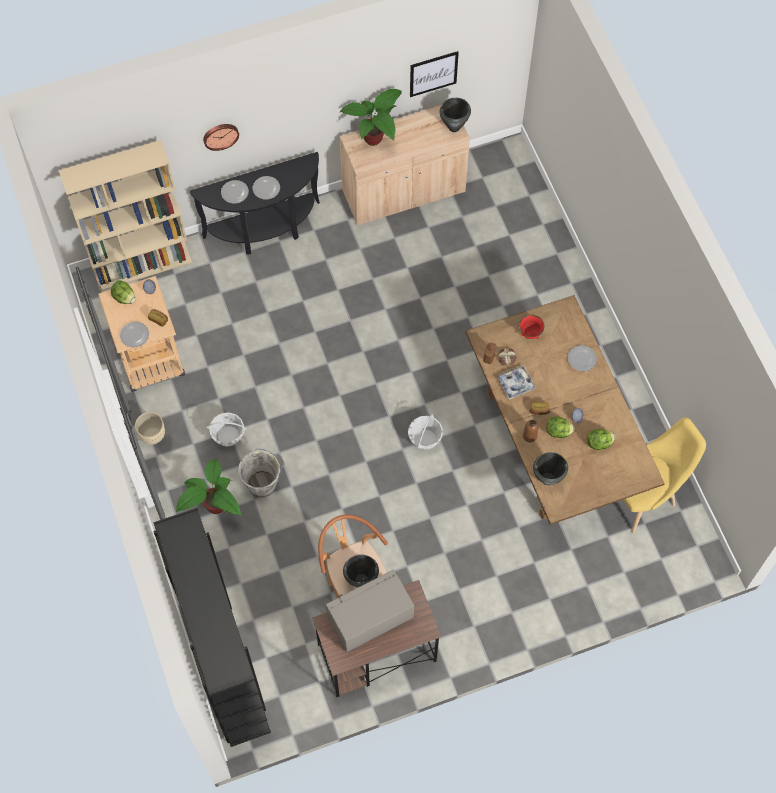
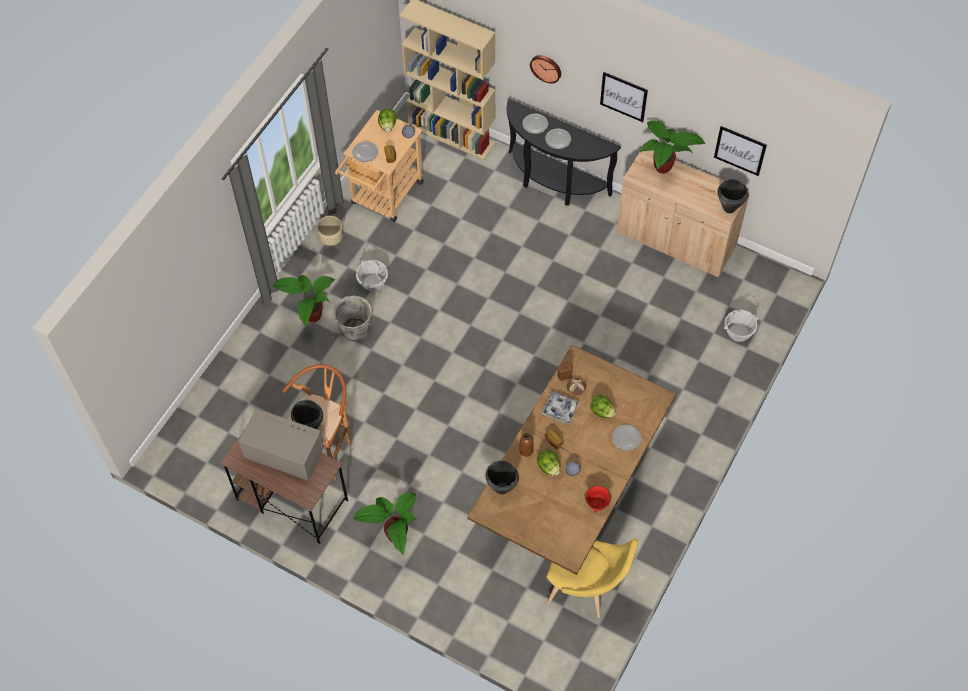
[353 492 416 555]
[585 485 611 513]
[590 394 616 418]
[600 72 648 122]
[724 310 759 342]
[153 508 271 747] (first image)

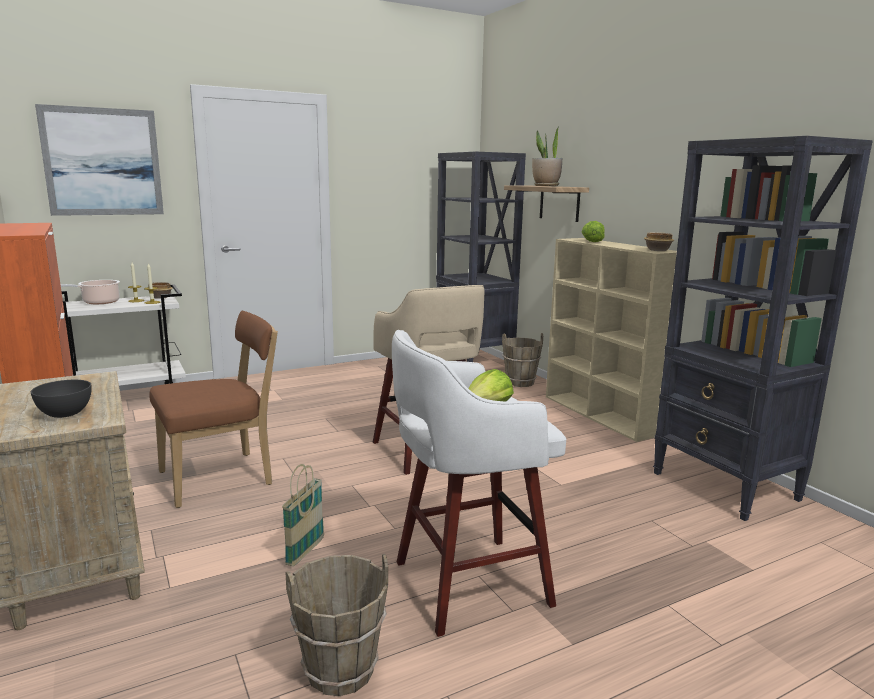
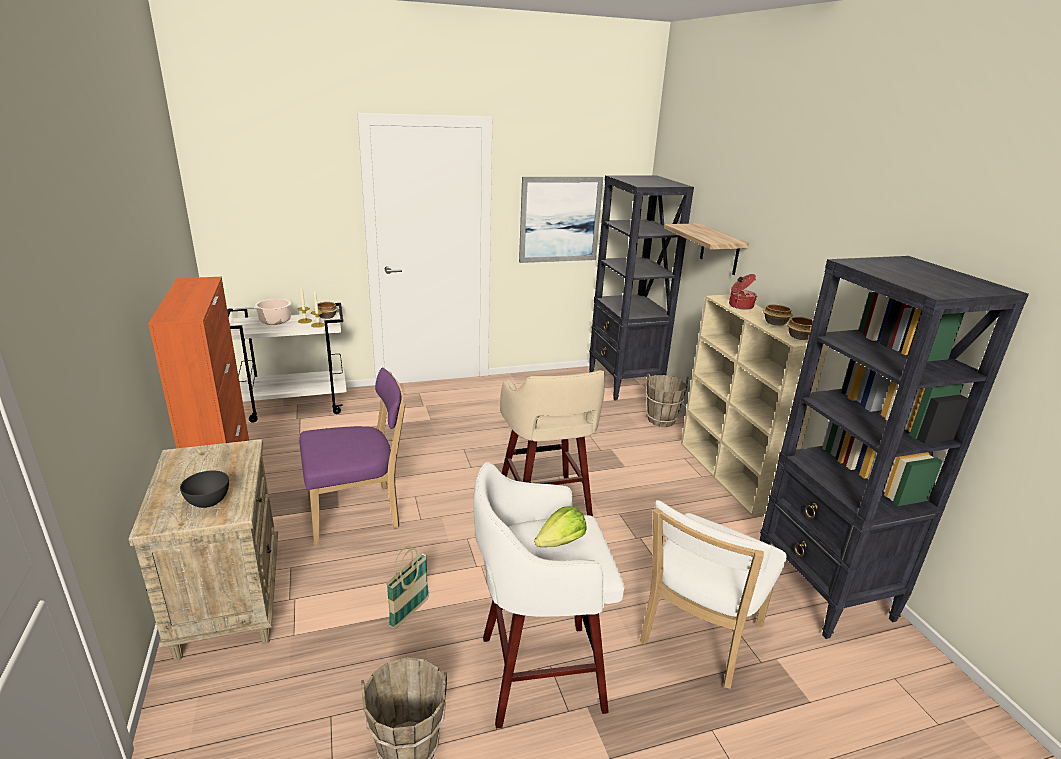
[299 368 406 546]
[519 177 603 263]
[640 500 787 689]
[729 274 757 310]
[763 304 793 326]
[532 128 562 186] (first image)

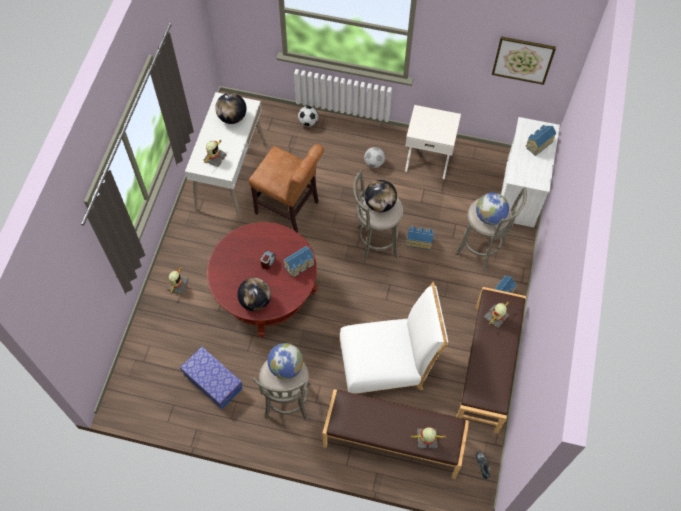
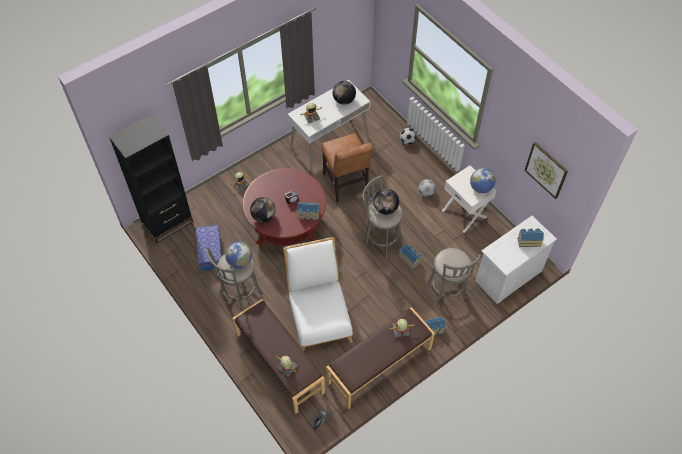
[109 115 193 243]
[283 237 353 351]
[470 168 496 193]

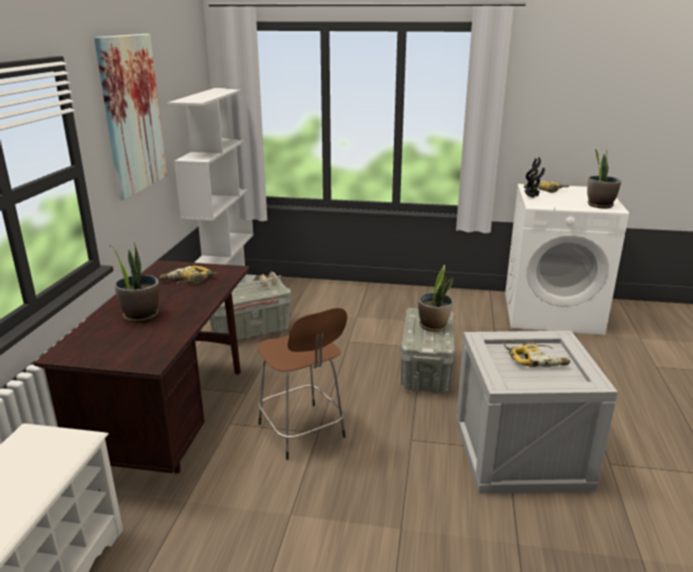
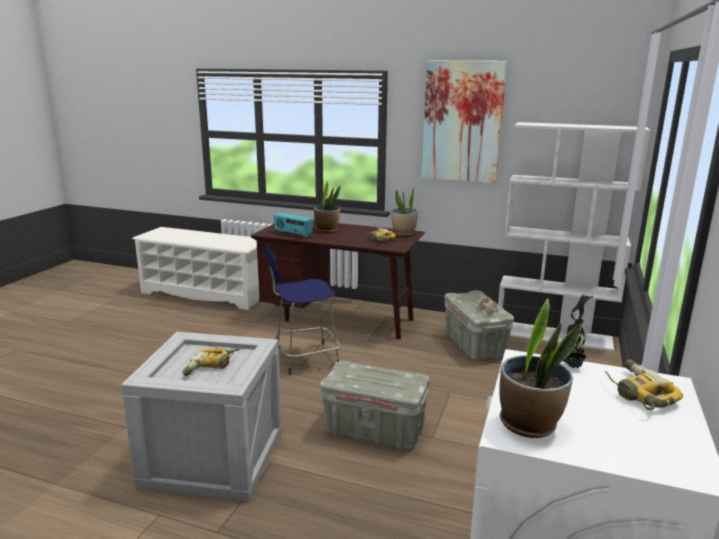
[265 245 340 375]
[273 212 313 238]
[391 188 418 236]

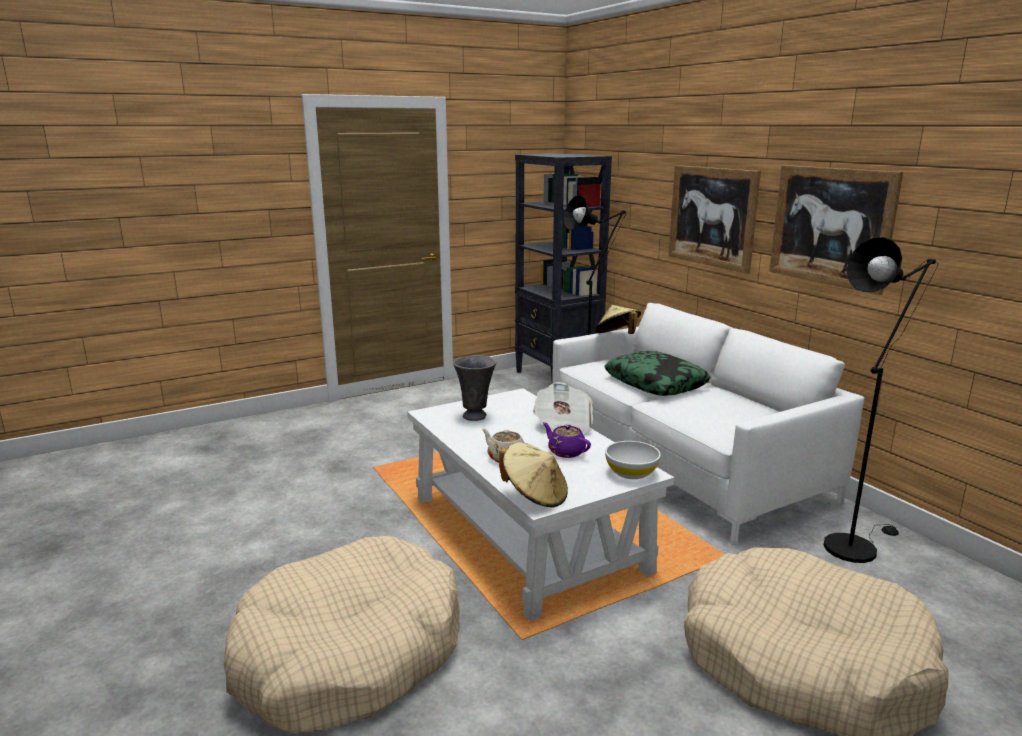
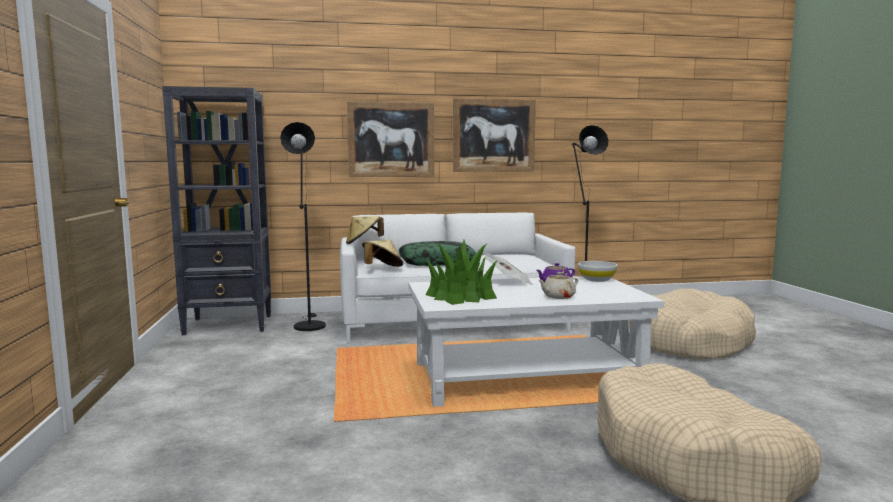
[362 239 403 267]
[425 240 498 305]

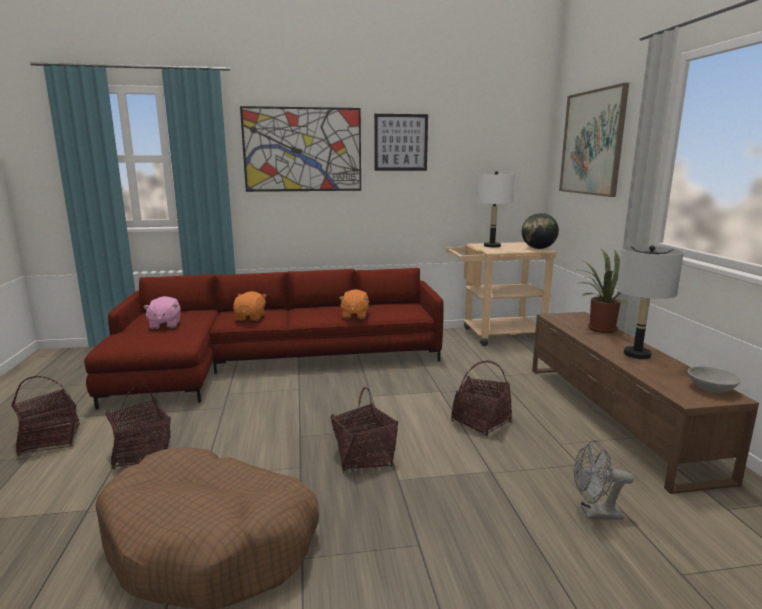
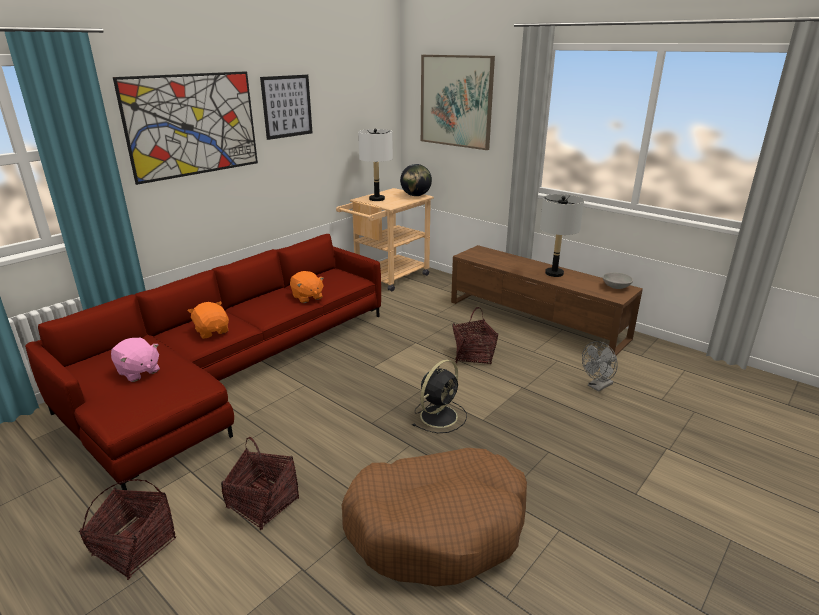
[412 360 467 433]
[577 249 629 333] (first image)

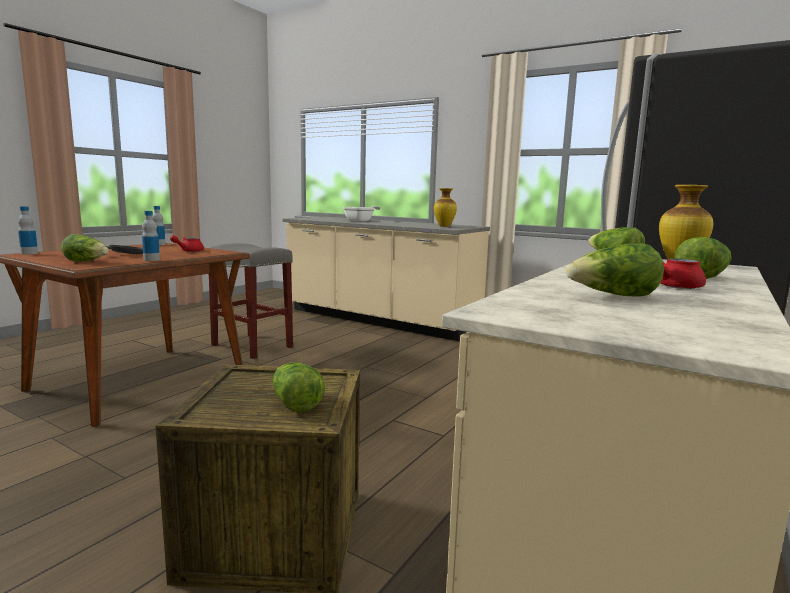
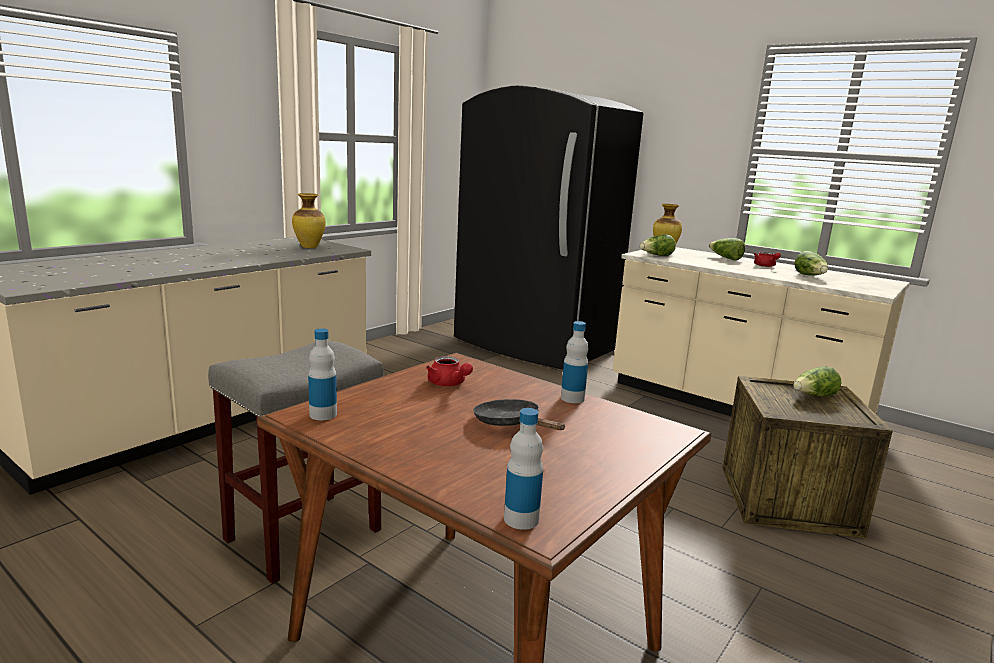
[61 234 109 261] (first image)
[343 206 380 222] (first image)

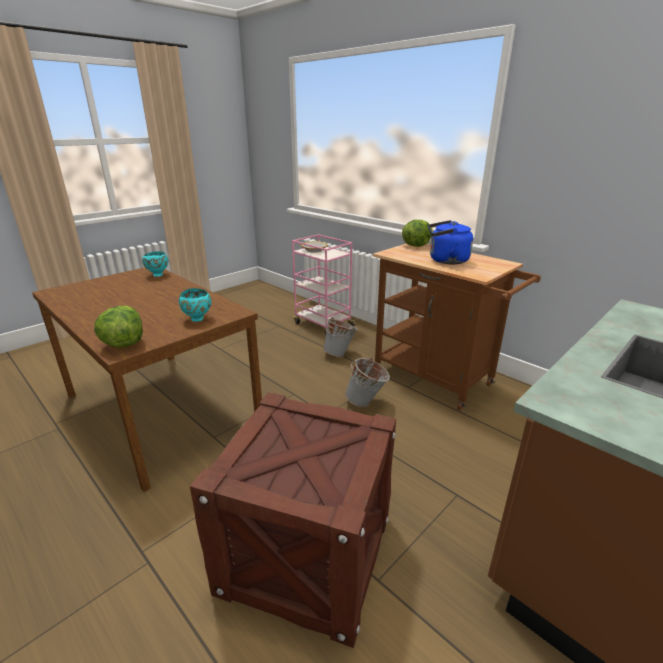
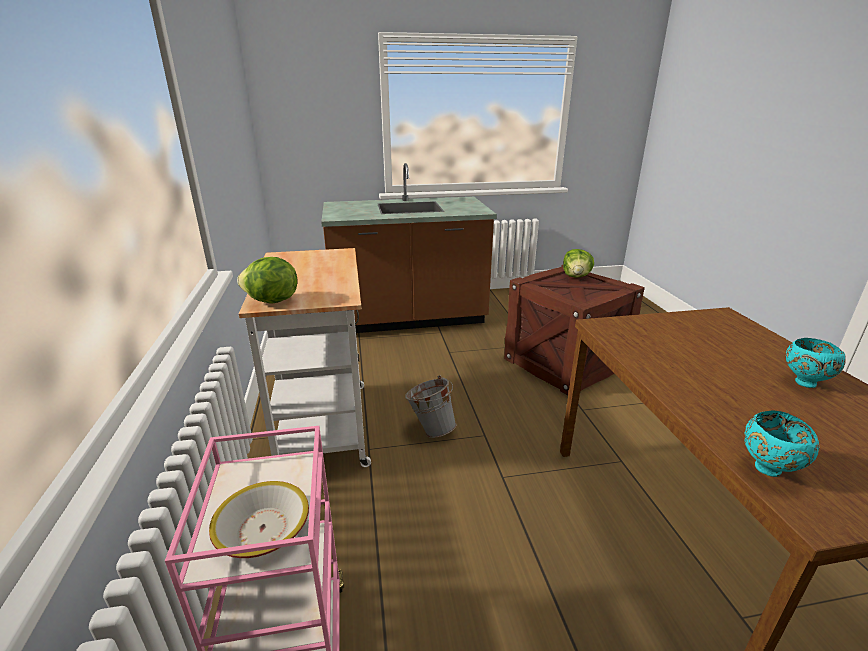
[239 248 371 467]
[563 249 594 278]
[786 338 846 388]
[323 317 357 357] (first image)
[428 220 473 264] (first image)

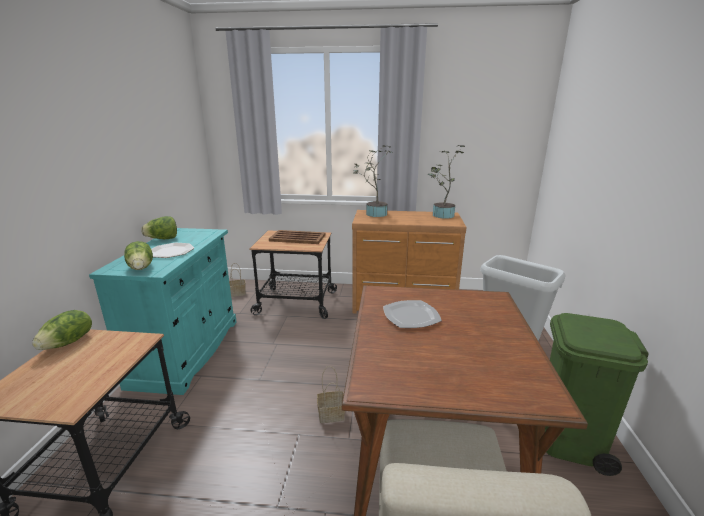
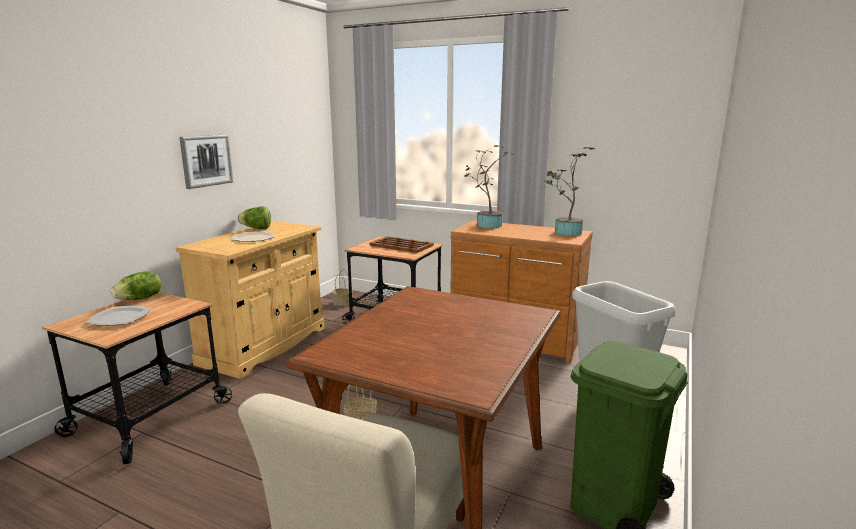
[85 306 151 326]
[176 221 325 379]
[179 135 233 189]
[124 241 153 270] (first image)

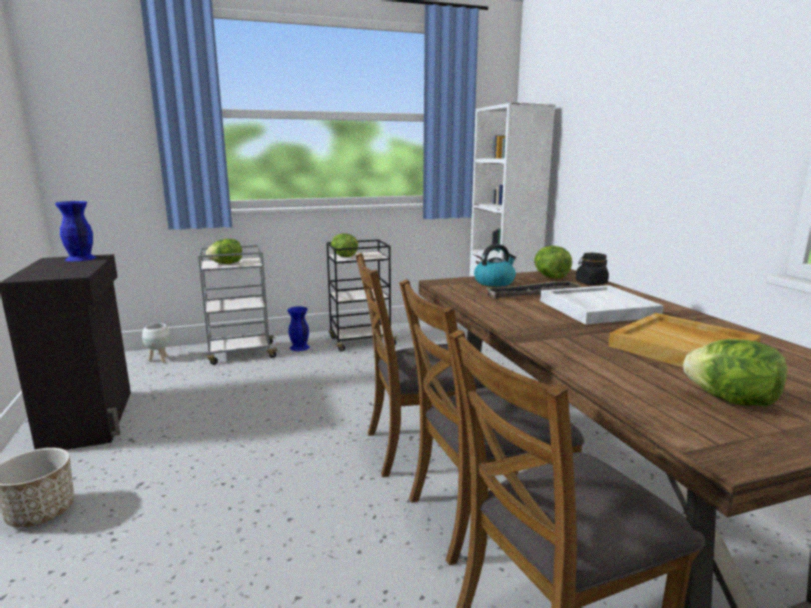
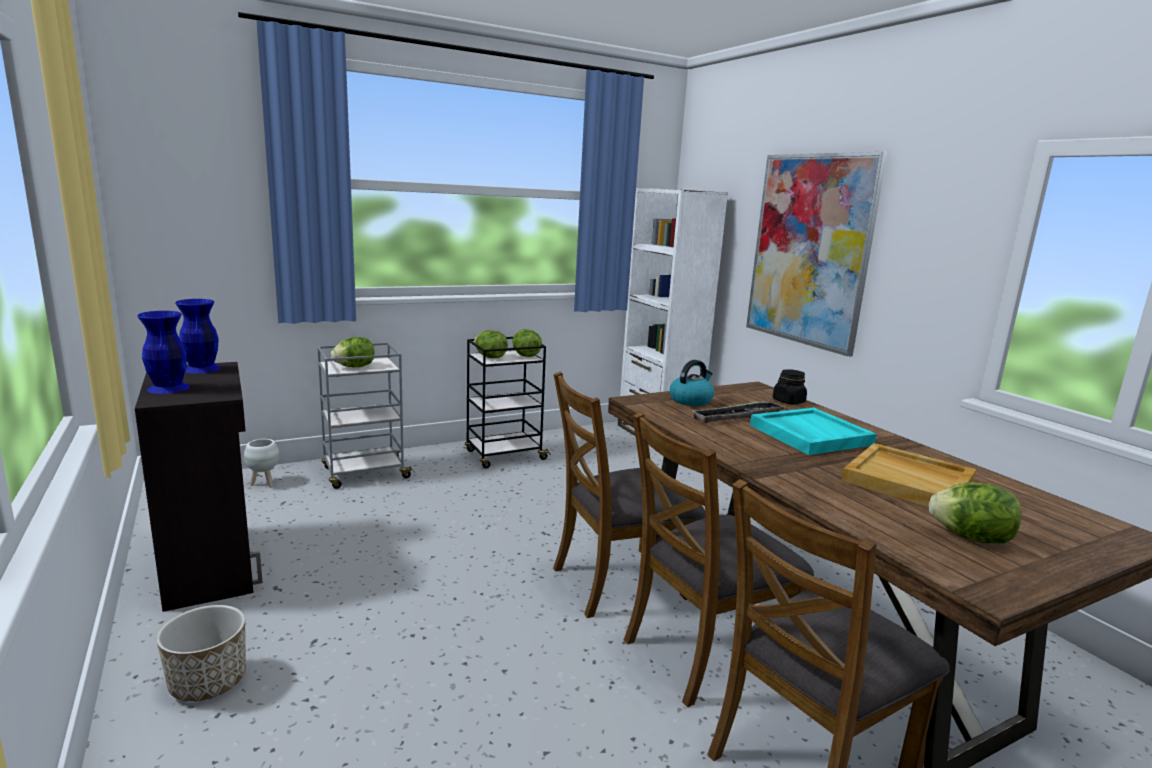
[137 311 190 394]
[512 329 542 357]
[746 152 887 357]
[750 408 877 455]

